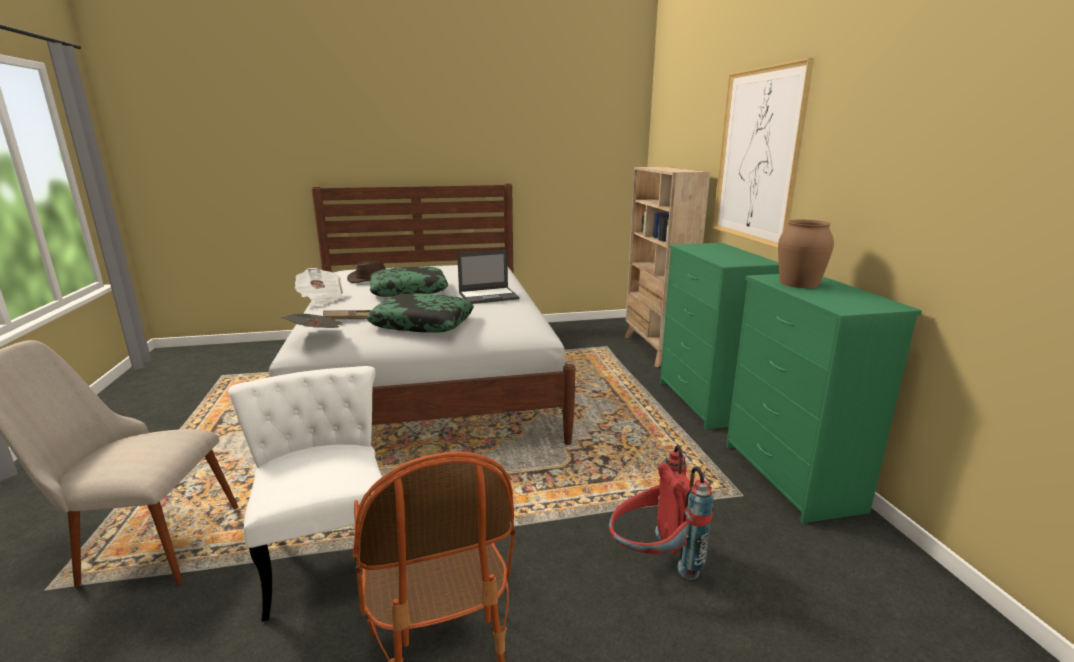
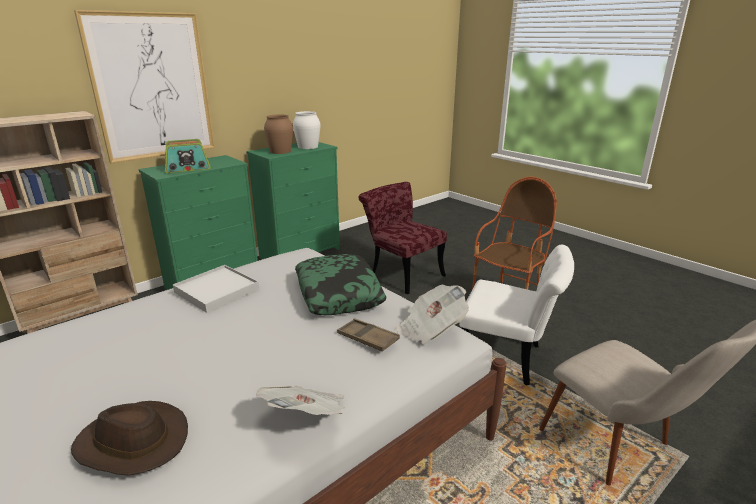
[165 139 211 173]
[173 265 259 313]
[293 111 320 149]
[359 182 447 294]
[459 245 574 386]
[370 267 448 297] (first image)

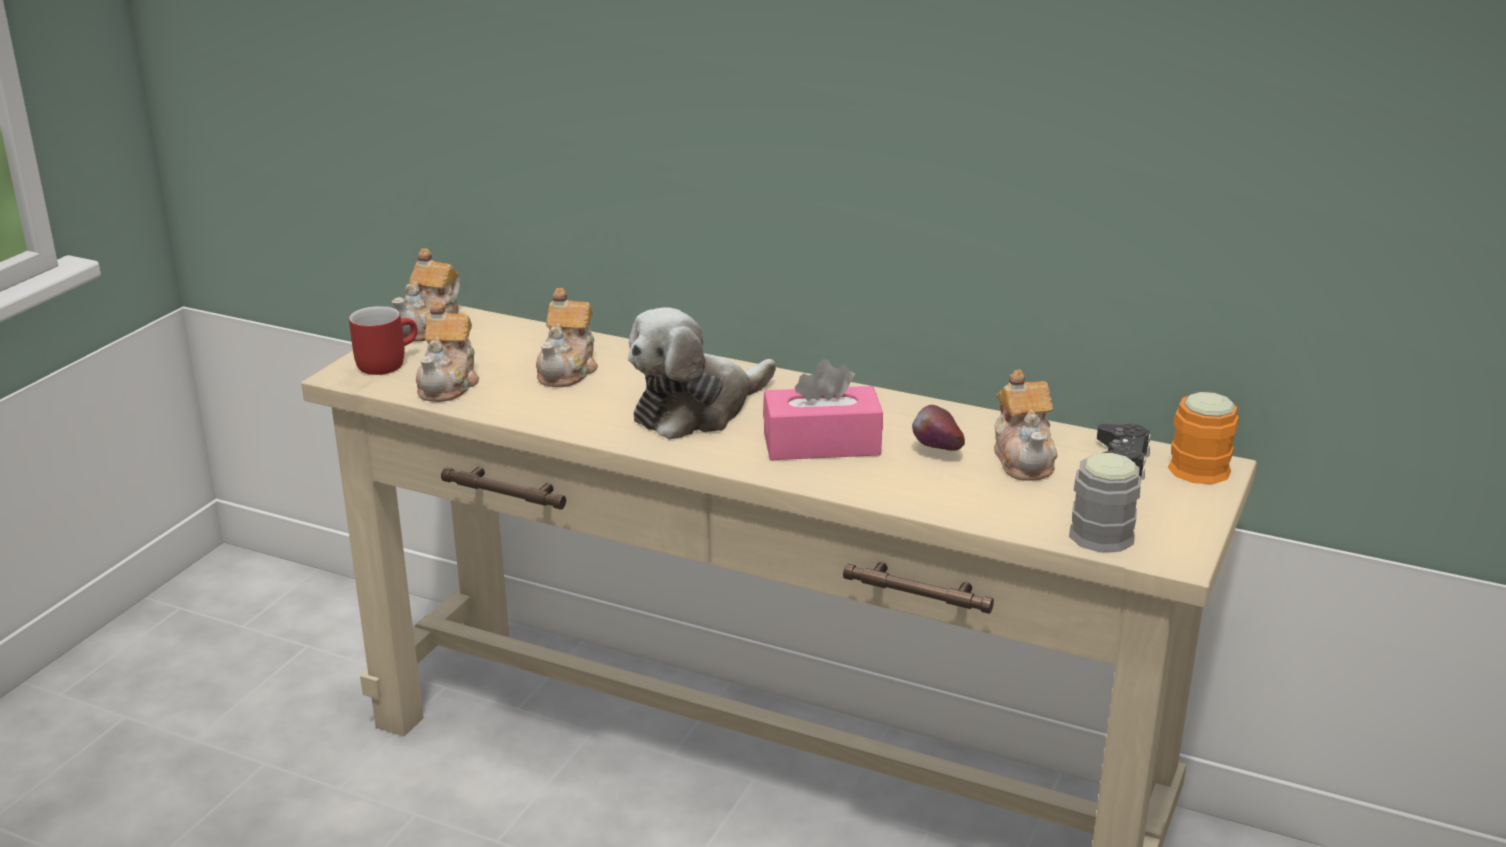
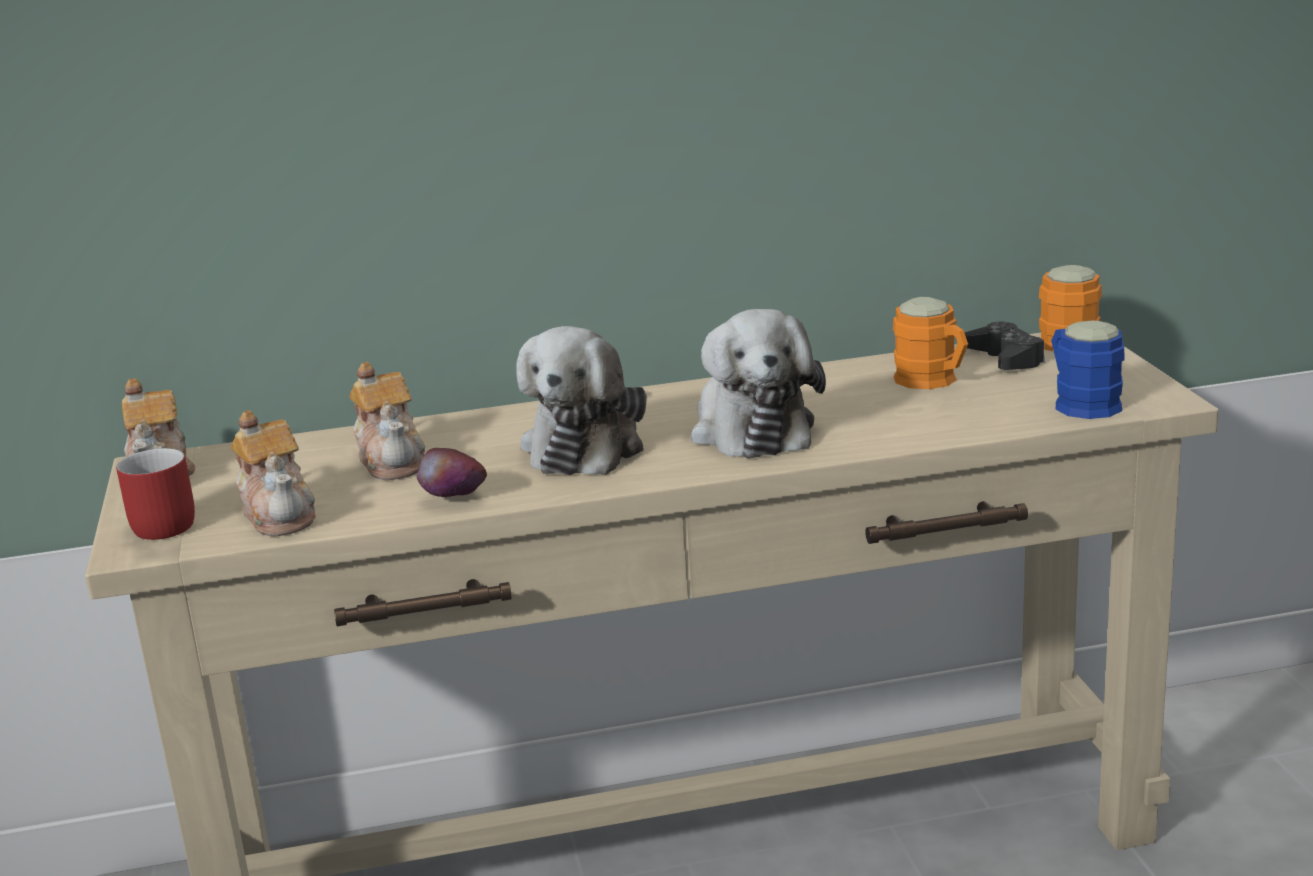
[417 448 487 497]
[691 309 826 459]
[893 297 968 389]
[1051 321 1125 419]

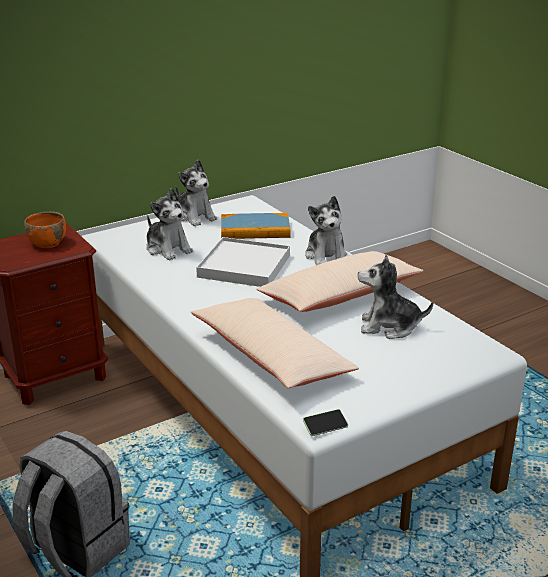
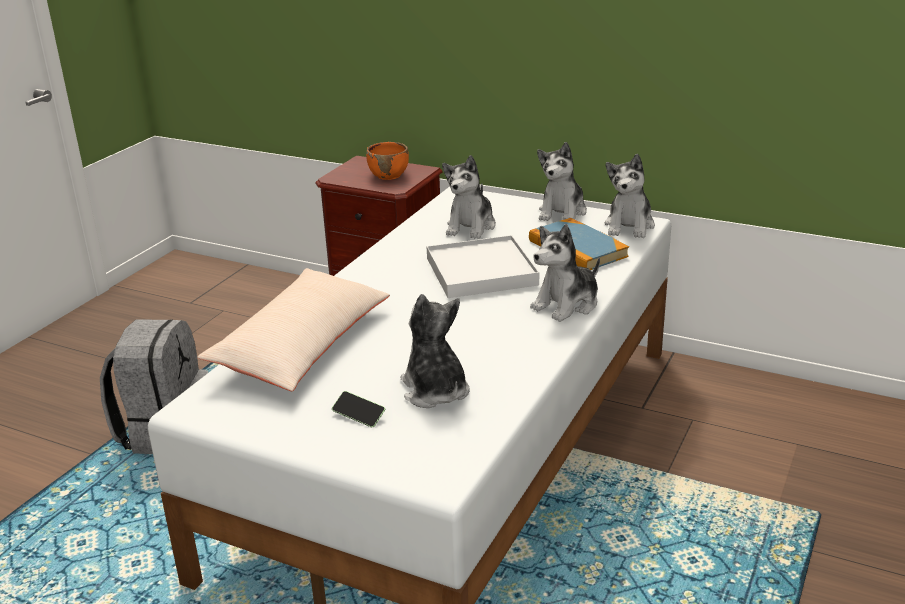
[332 391 385 427]
[605 154 655 238]
[256 251 423 312] (first image)

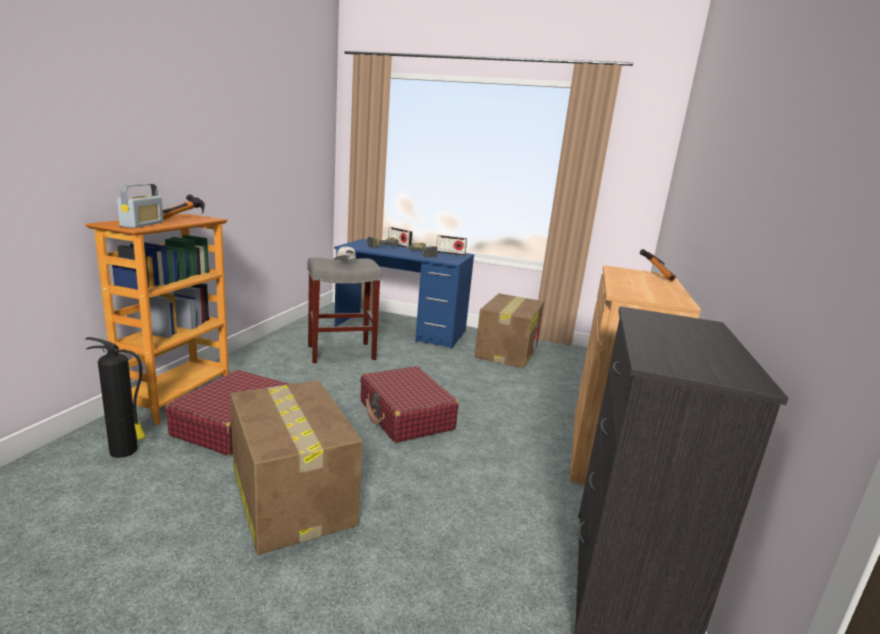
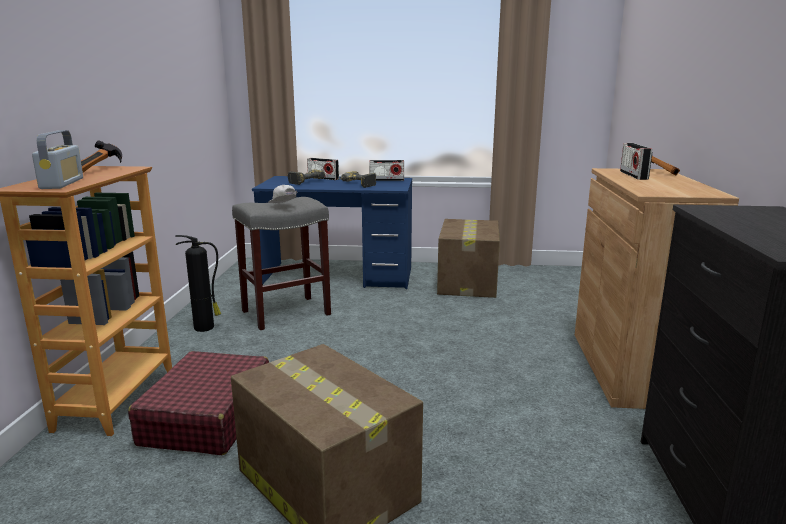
[175 235 221 332]
[620 143 652 180]
[360 366 459 443] (first image)

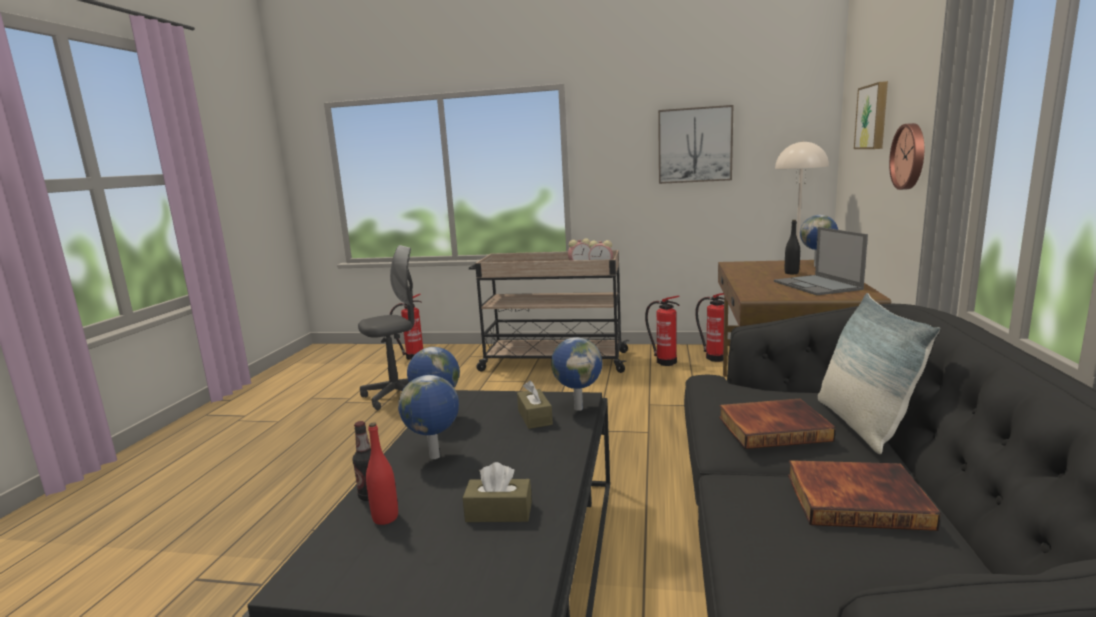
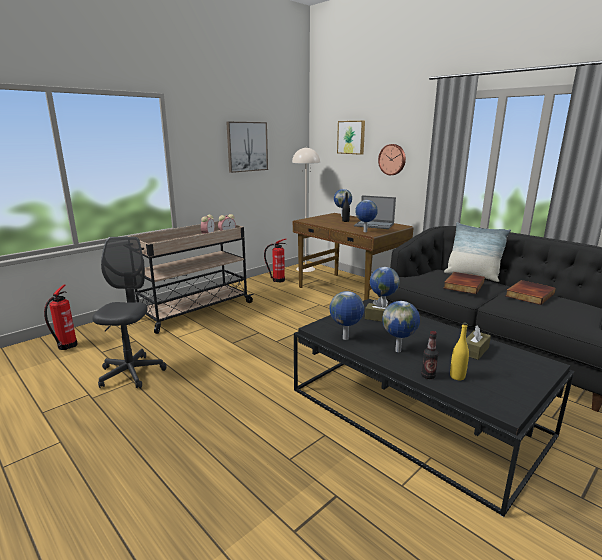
[355 200 378 232]
[450 323 469 380]
[645 296 680 366] (first image)

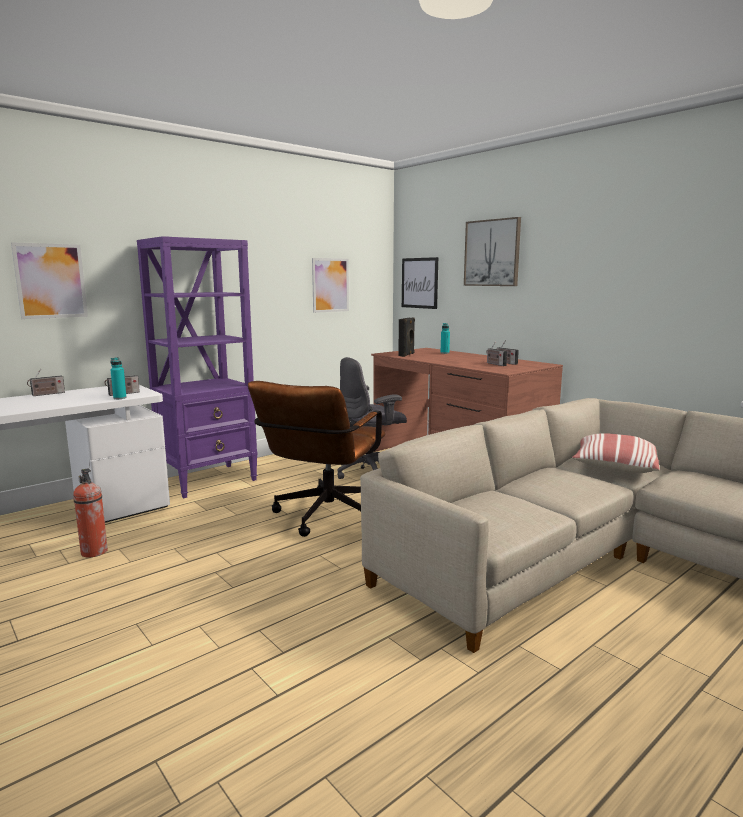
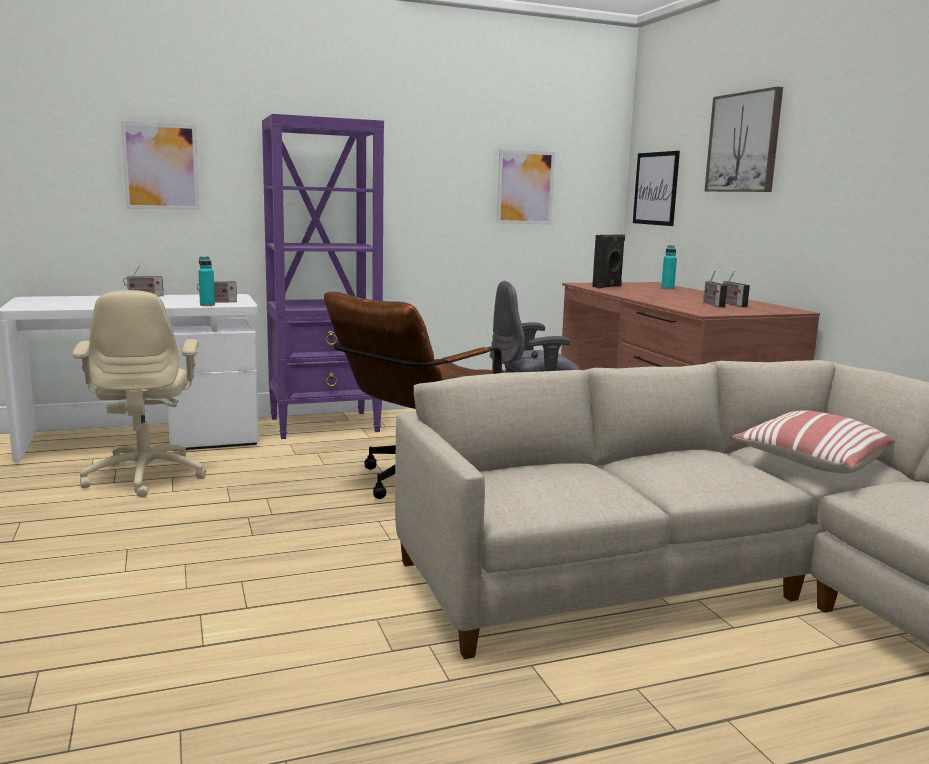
[73 290 206 498]

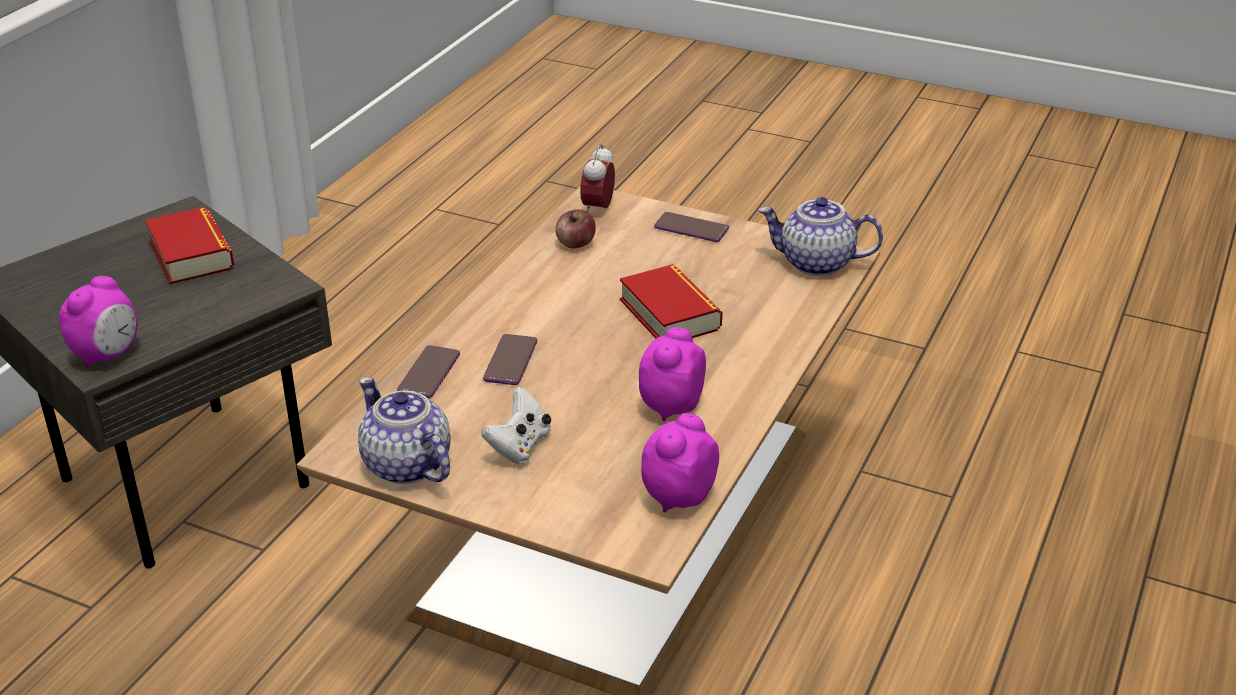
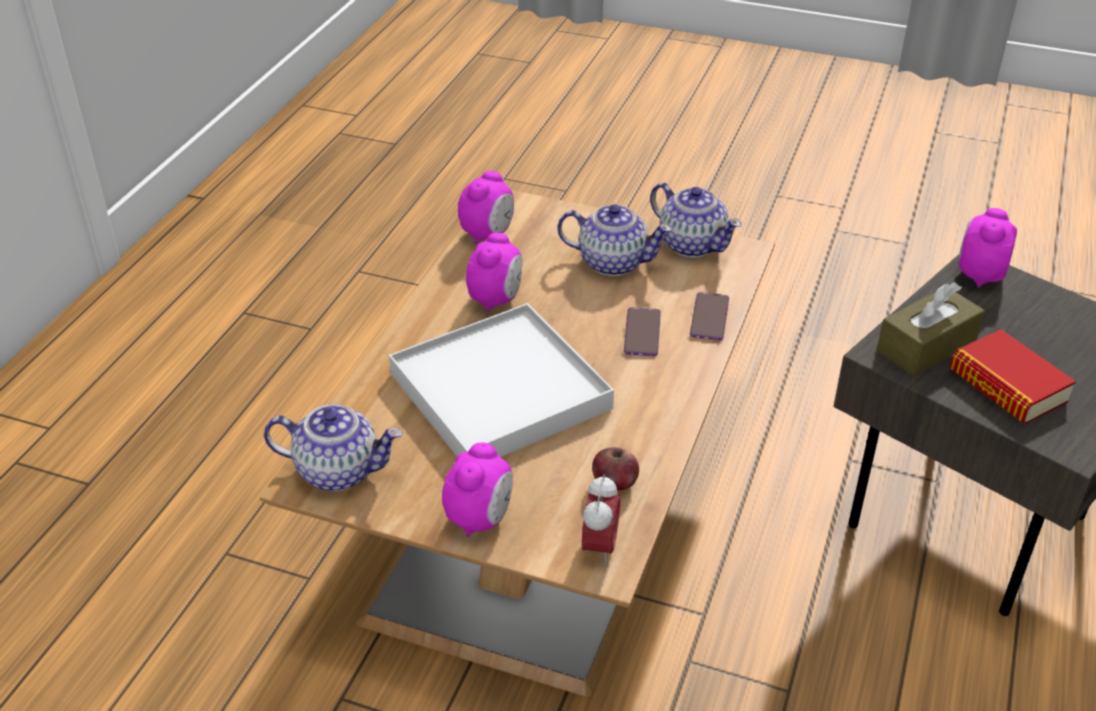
[389 303 614 457]
[442 442 512 537]
[557 204 672 276]
[877 282 985 376]

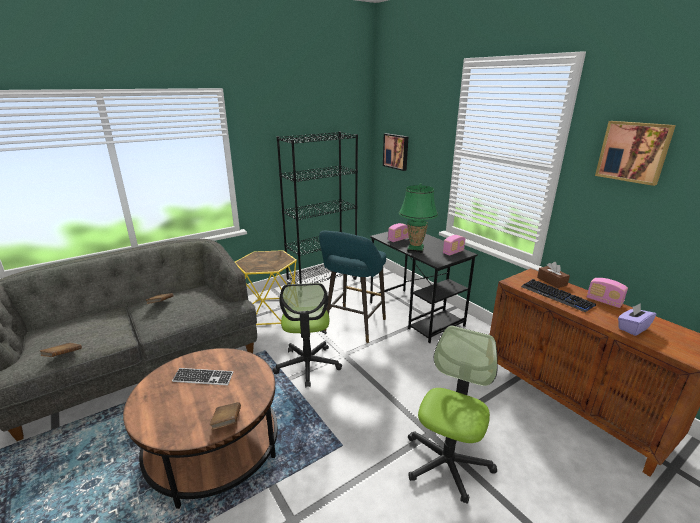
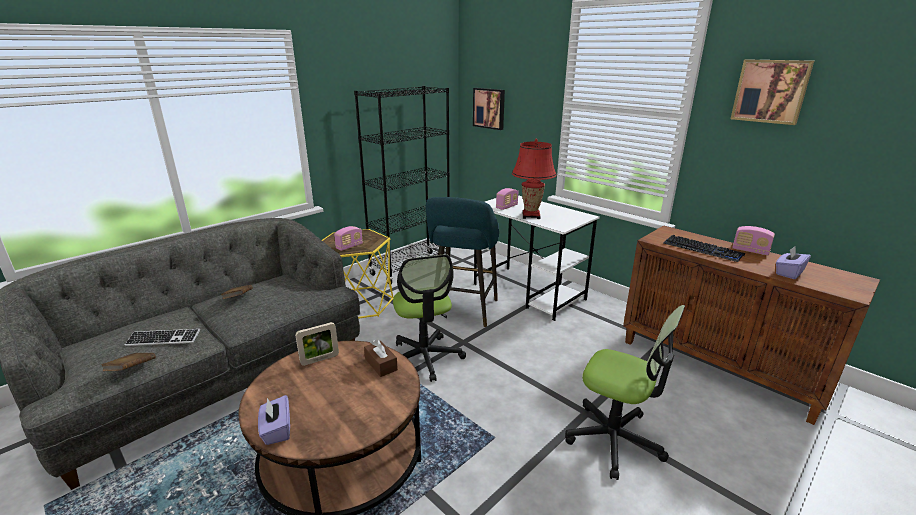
[125 329 200 346]
[258 395 290 445]
[295 322 339 366]
[334 226 363 251]
[364 339 398 377]
[474 195 600 321]
[512 139 557 219]
[565 305 685 480]
[210 402 241 430] (first image)

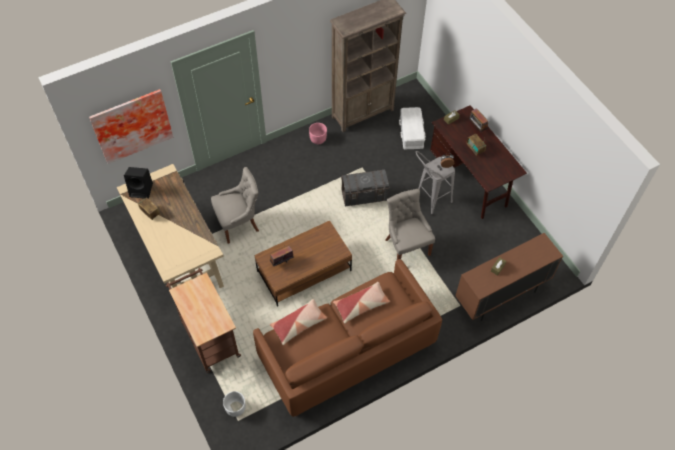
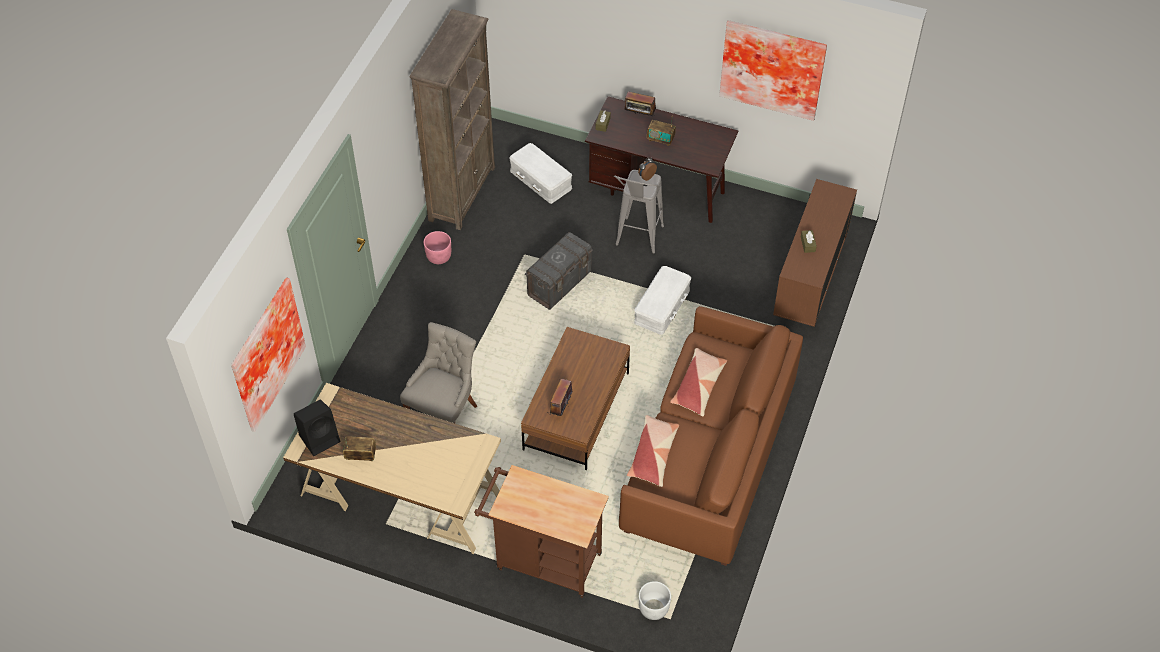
[634 266 691 335]
[719 20 827 121]

